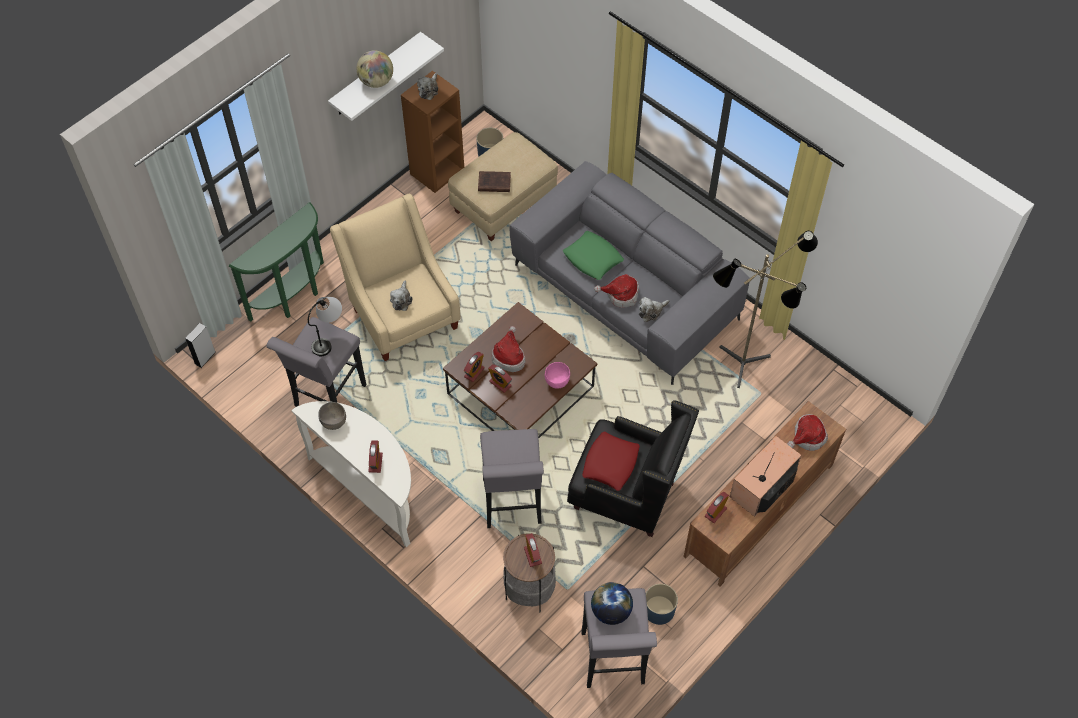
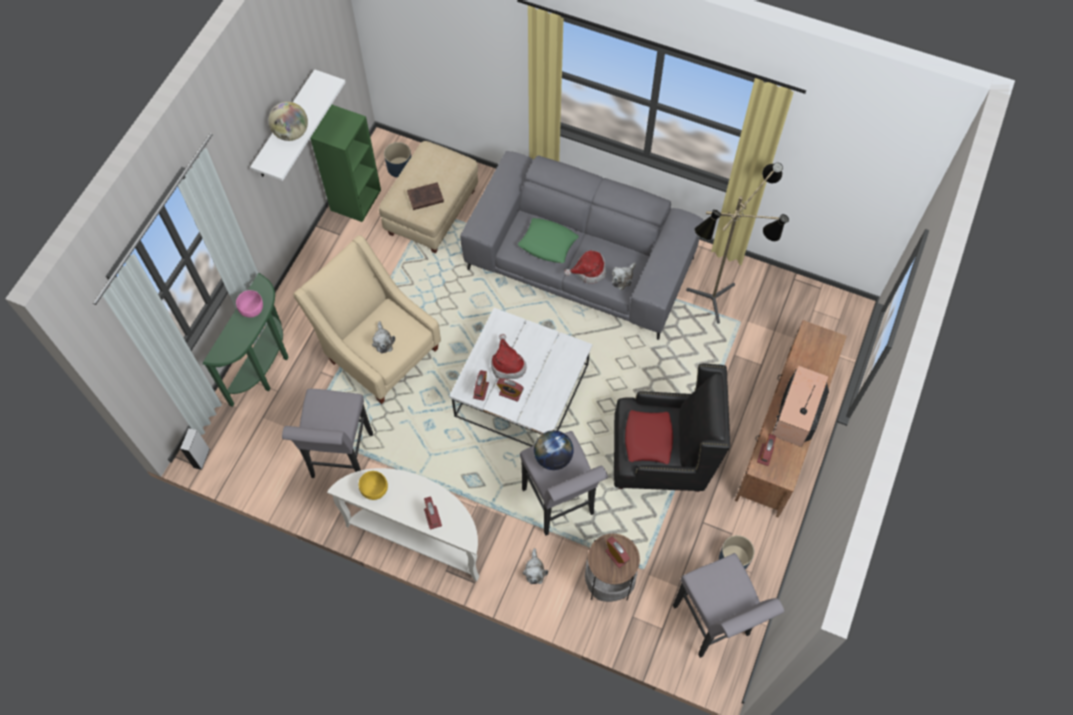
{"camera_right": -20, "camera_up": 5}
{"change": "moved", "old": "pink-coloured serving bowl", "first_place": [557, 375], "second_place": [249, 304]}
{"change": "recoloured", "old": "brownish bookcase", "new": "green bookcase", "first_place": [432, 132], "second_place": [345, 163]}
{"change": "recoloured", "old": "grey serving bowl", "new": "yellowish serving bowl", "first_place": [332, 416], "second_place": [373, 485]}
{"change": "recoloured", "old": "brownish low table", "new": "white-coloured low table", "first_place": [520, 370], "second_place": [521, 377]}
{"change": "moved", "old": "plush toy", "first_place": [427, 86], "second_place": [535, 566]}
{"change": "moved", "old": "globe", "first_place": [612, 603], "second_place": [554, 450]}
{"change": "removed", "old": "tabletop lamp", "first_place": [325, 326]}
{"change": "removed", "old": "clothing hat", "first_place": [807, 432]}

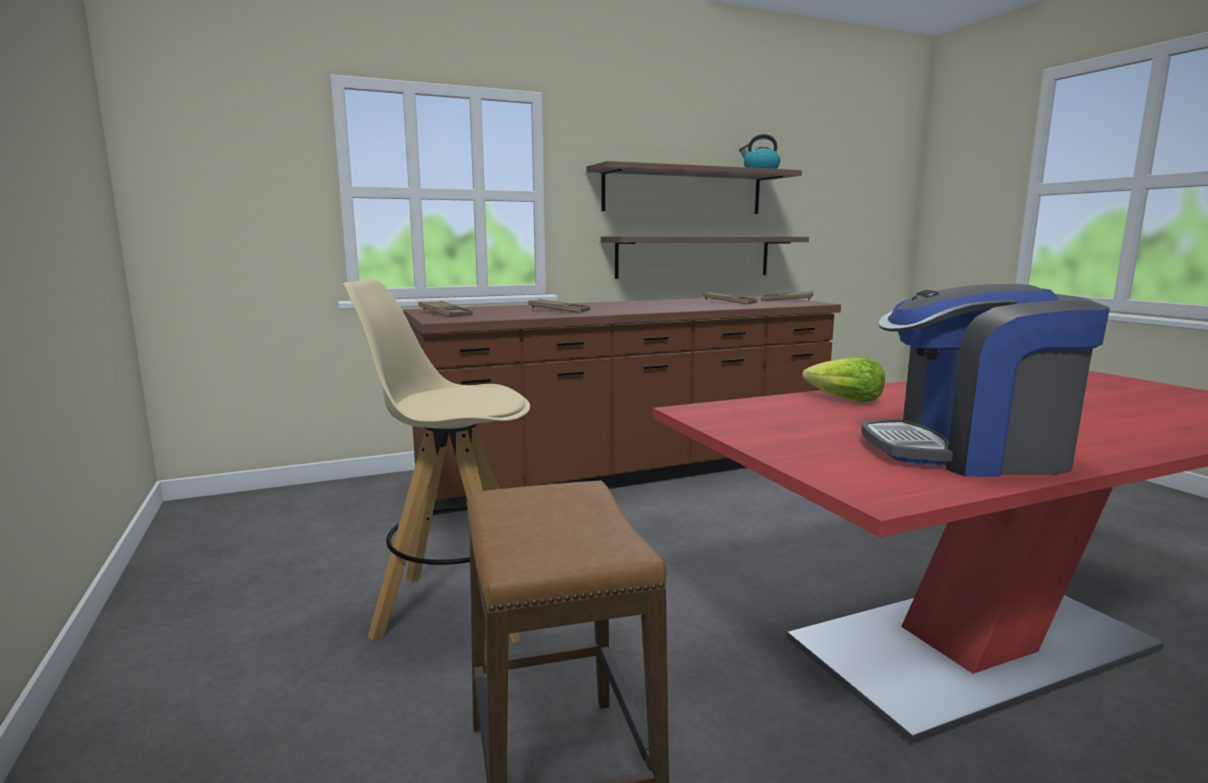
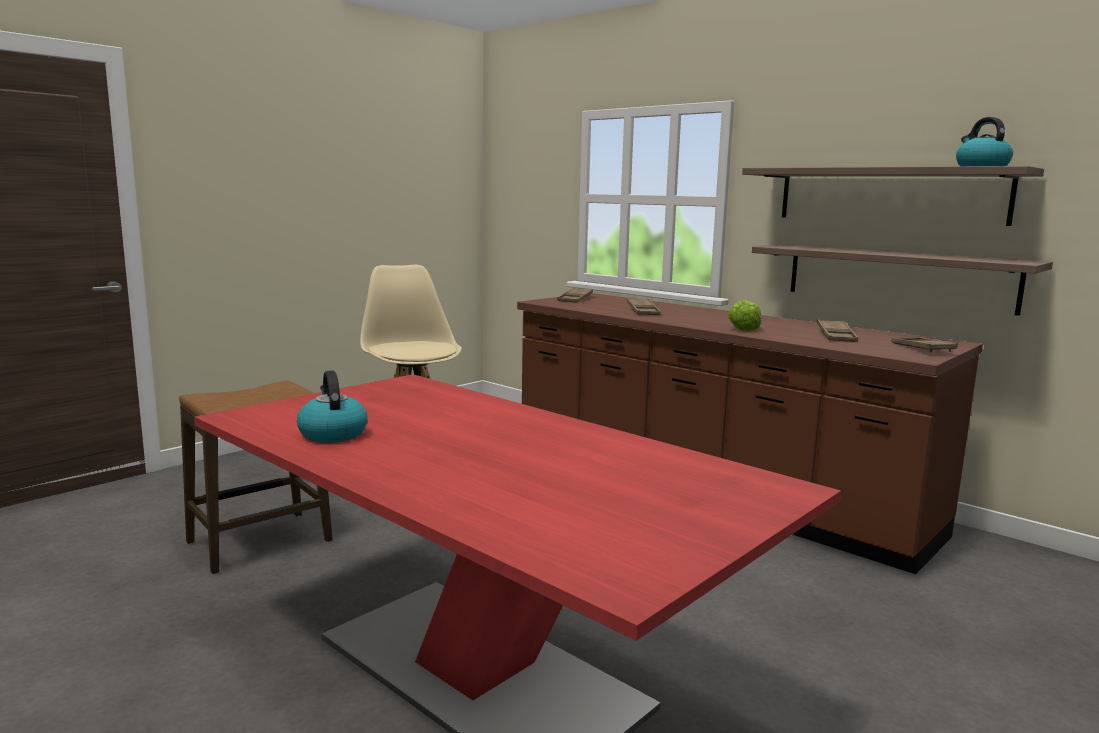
{"camera_right": 65, "camera_up": 0}
{"change": "replaced", "old": "coffee machine", "new": "kettle", "first_place": [985, 380], "second_place": [332, 407]}
{"change": "moved", "old": "lettuce head", "first_place": [843, 380], "second_place": [744, 316]}

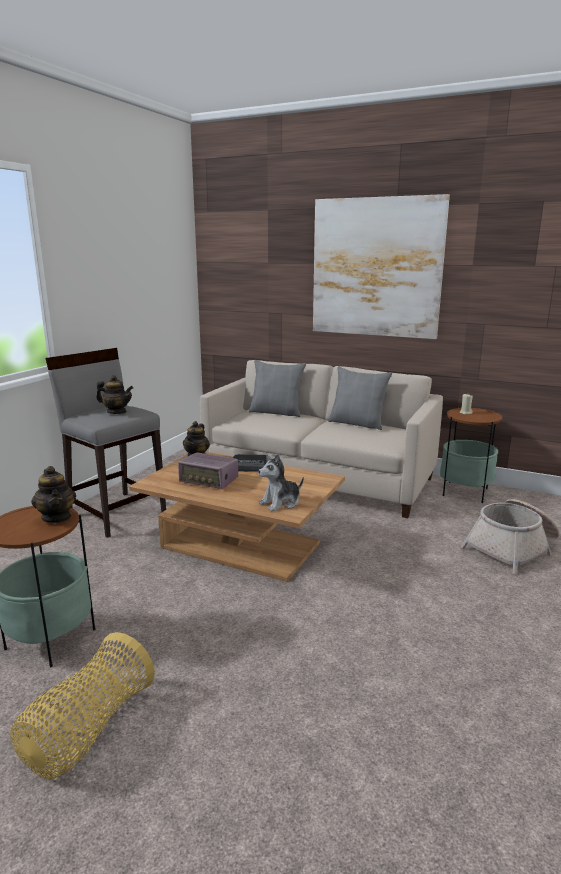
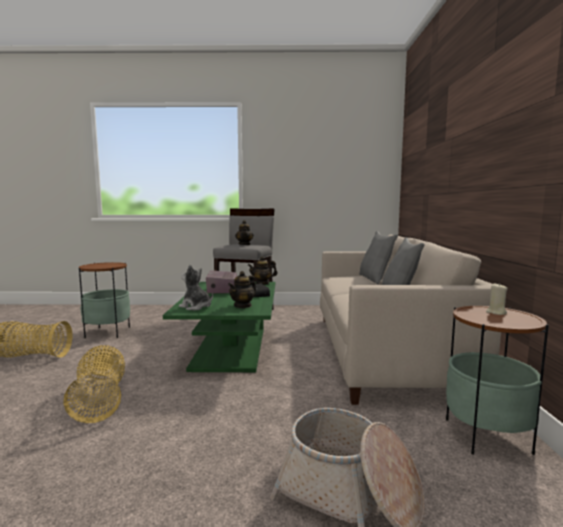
{"camera_right": 65, "camera_up": -10}
{"change": "added", "new": "storage basket", "second_place": [94, 384]}
{"change": "recoloured", "old": "brownish low table", "new": "green low table", "first_place": [237, 517], "second_place": [219, 327]}
{"change": "moved", "old": "pot for tea", "first_place": [53, 494], "second_place": [242, 289]}
{"change": "removed", "old": "wall picture", "first_place": [381, 266]}

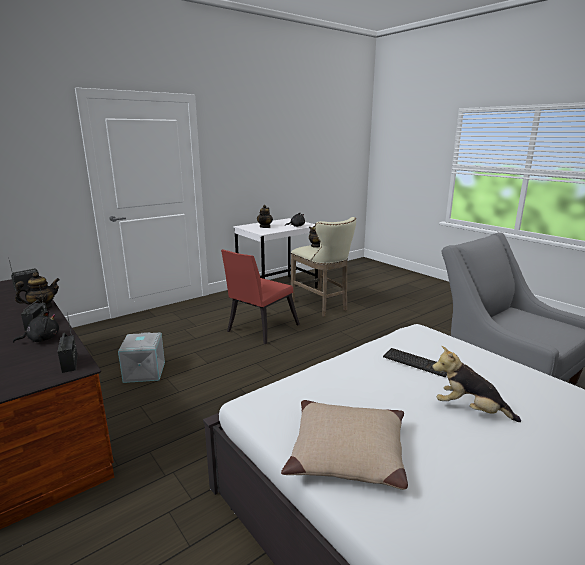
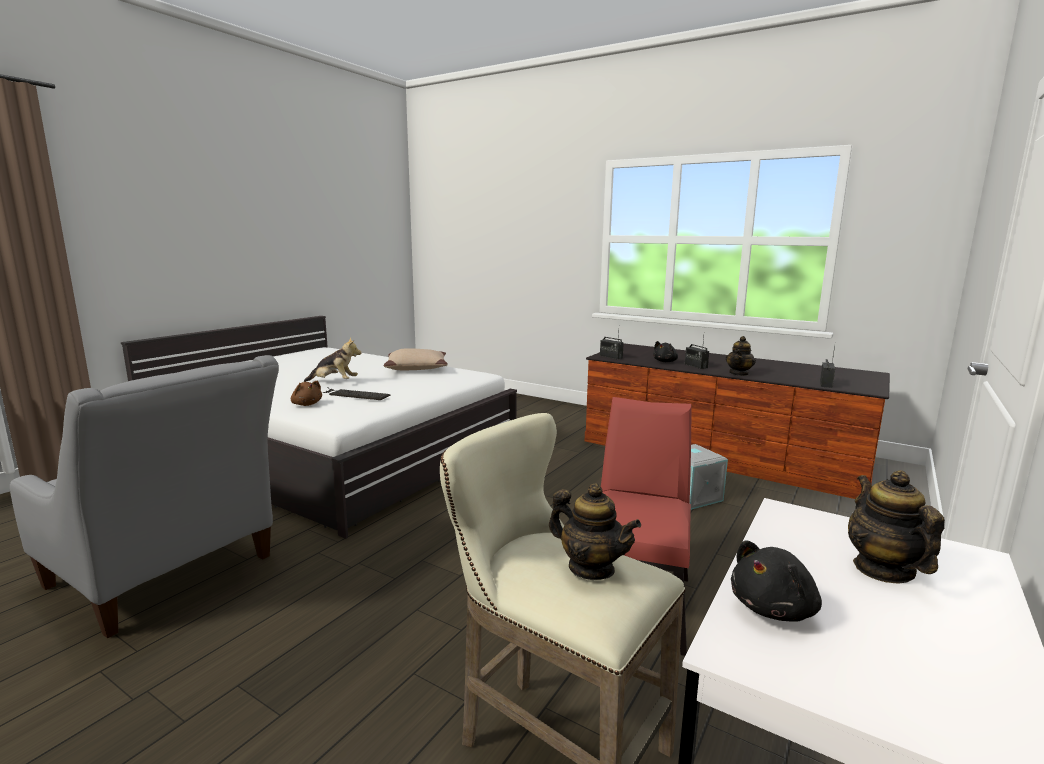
{"camera_right": 160, "camera_up": -5}
{"change": "added", "new": "brownish plush toy", "second_place": [306, 393]}

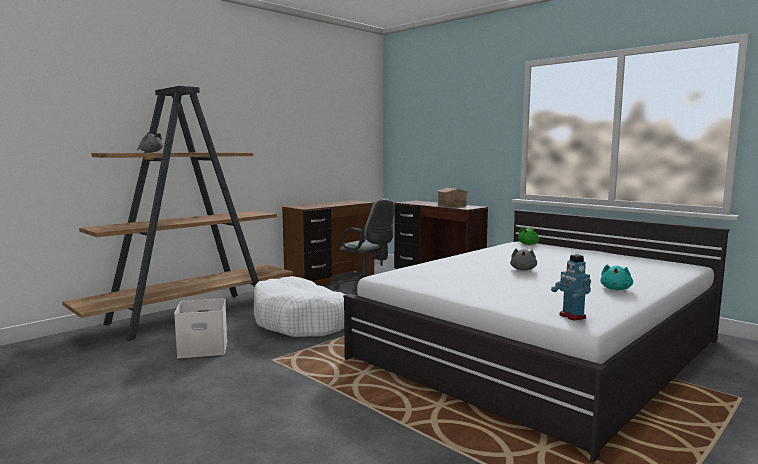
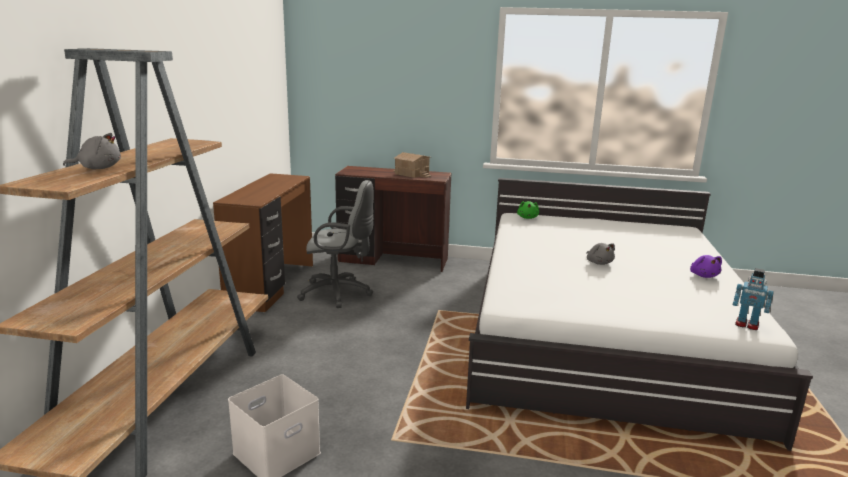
{"camera_right": -35, "camera_up": 10}
{"change": "recoloured", "old": "blue-green plush toy", "new": "purplish plush toy", "first_place": [616, 277], "second_place": [706, 266]}
{"change": "removed", "old": "white-coloured dog cushion", "first_place": [300, 306]}

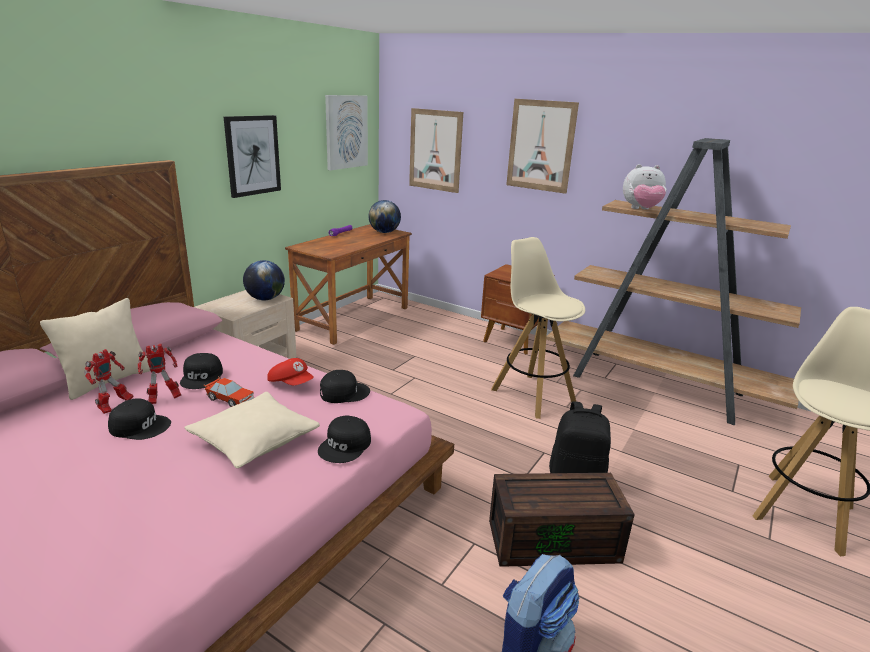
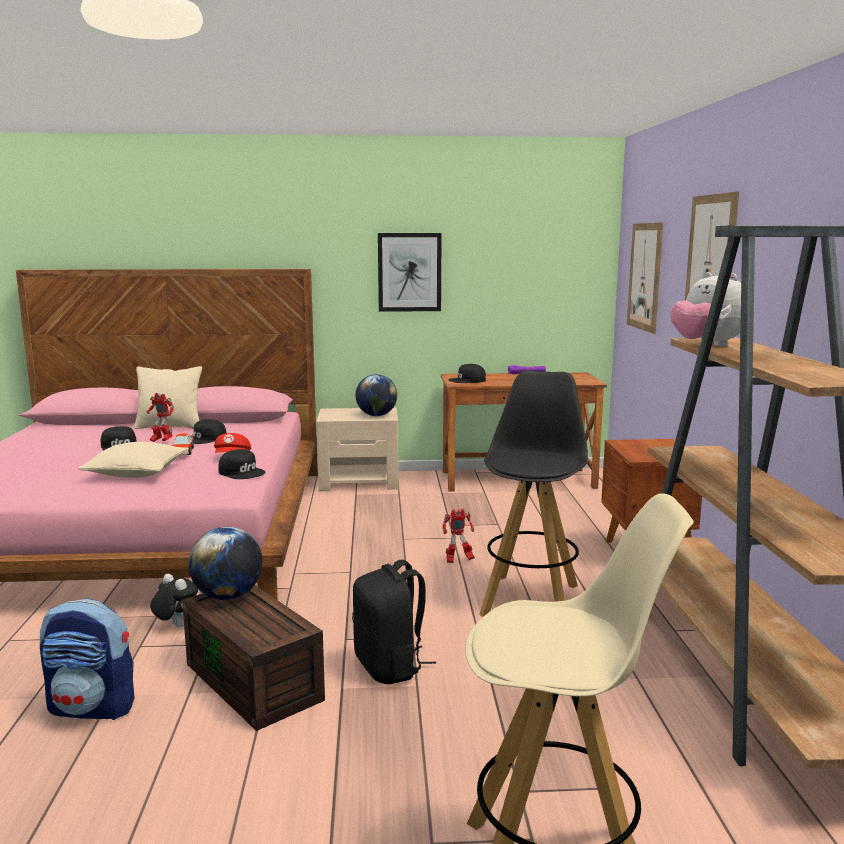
{"camera_right": 55, "camera_up": -10}
{"change": "added", "new": "plush toy", "second_place": [174, 600]}
{"change": "moved", "old": "globe", "first_place": [385, 216], "second_place": [225, 563]}
{"change": "moved", "old": "robot figure", "first_place": [109, 381], "second_place": [458, 536]}
{"change": "moved", "old": "black-coloured cap", "first_place": [344, 439], "second_place": [467, 373]}
{"change": "recoloured", "old": "beige-coloured sitting stool", "new": "black-coloured sitting stool", "first_place": [538, 328], "second_place": [533, 493]}
{"change": "removed", "old": "wall picture", "first_place": [346, 132]}

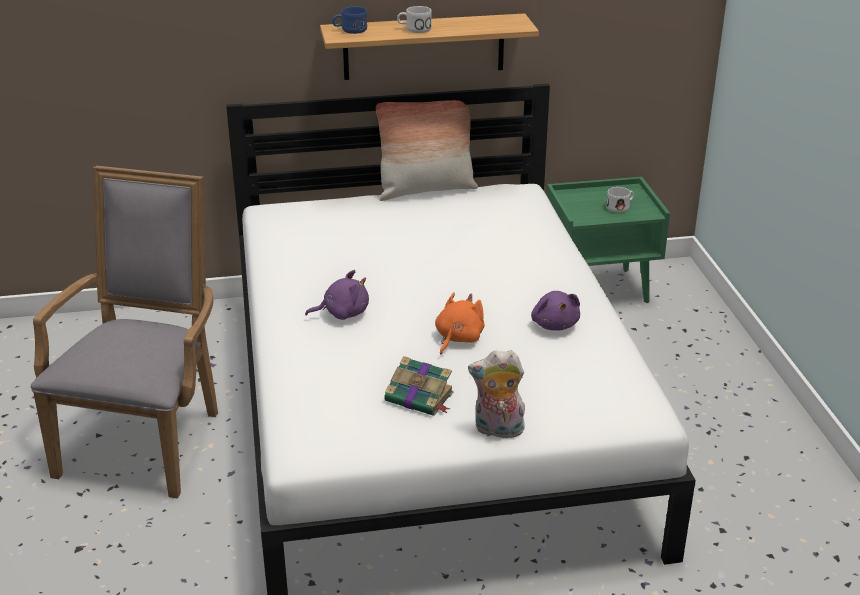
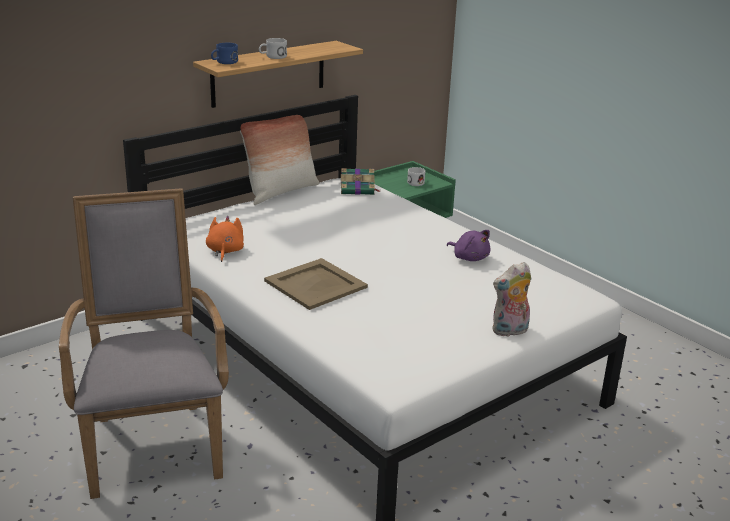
{"camera_right": -30, "camera_up": -5}
{"change": "moved", "old": "orangey plush toy", "first_place": [460, 323], "second_place": [225, 239]}
{"change": "replaced", "old": "purplish plush toy", "new": "beige-coloured serving tray", "first_place": [337, 295], "second_place": [316, 284]}
{"change": "moved", "old": "book", "first_place": [419, 386], "second_place": [361, 181]}

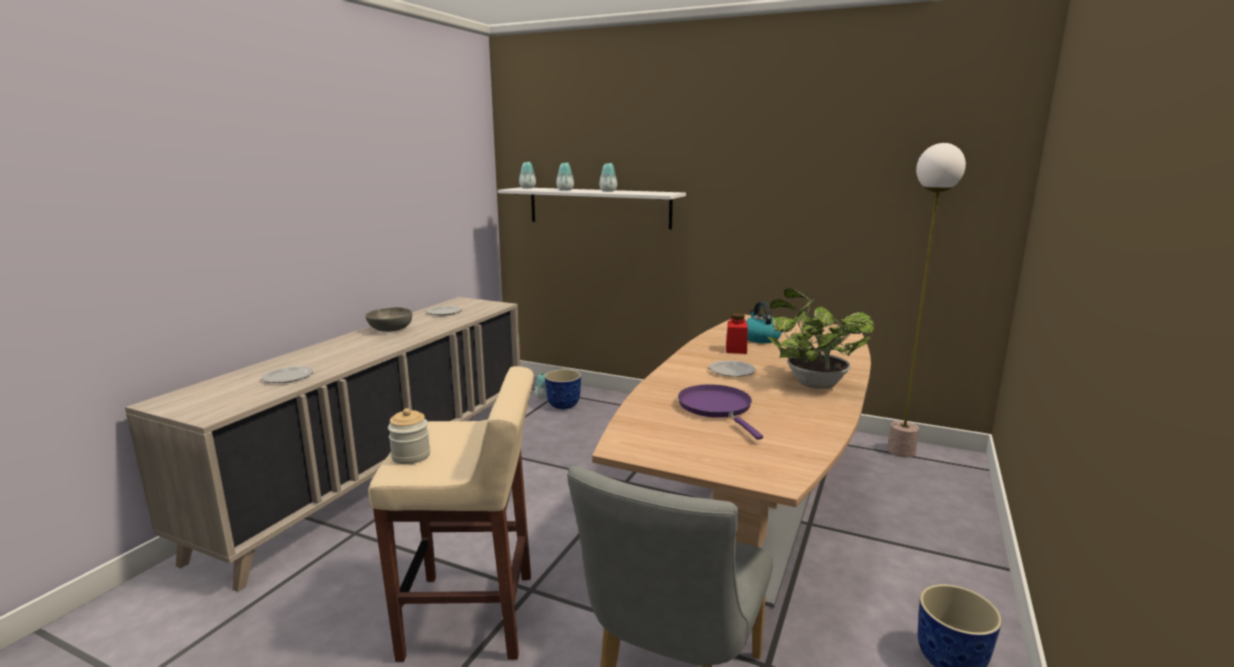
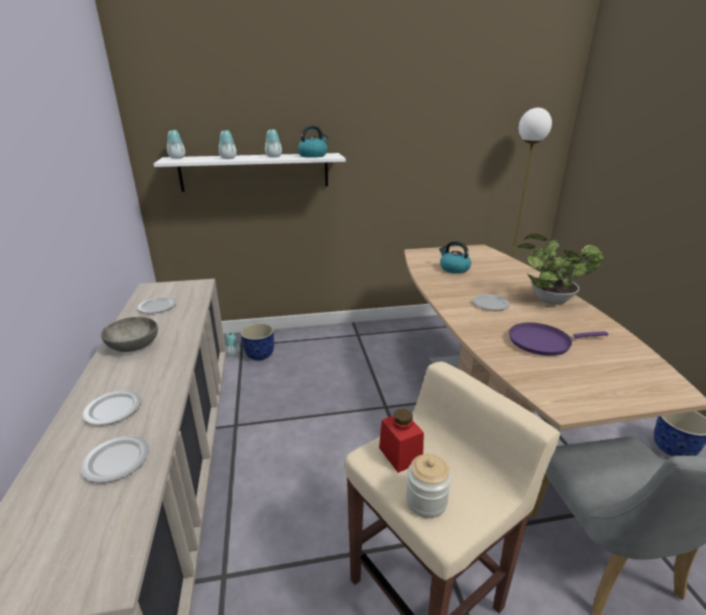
{"camera_right": -35, "camera_up": 10}
{"change": "added", "new": "flat dish", "second_place": [112, 407]}
{"change": "added", "new": "kettle", "second_place": [312, 141]}
{"change": "moved", "old": "red storage jar", "first_place": [737, 333], "second_place": [401, 441]}
{"change": "turned", "old": "purplish skillet", "first_place": [720, 412], "second_place": [558, 339], "degrees": -45}

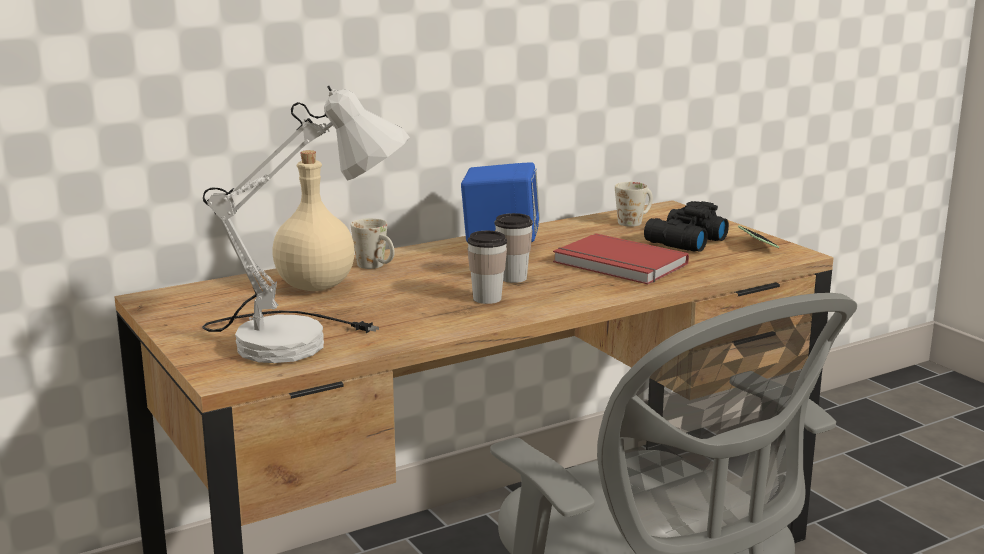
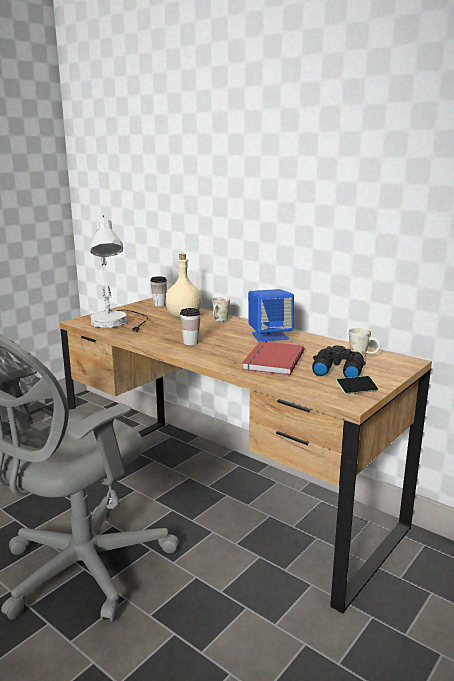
{"camera_right": 70, "camera_up": 0}
{"change": "moved", "old": "small cup", "first_place": [513, 248], "second_place": [158, 291]}

